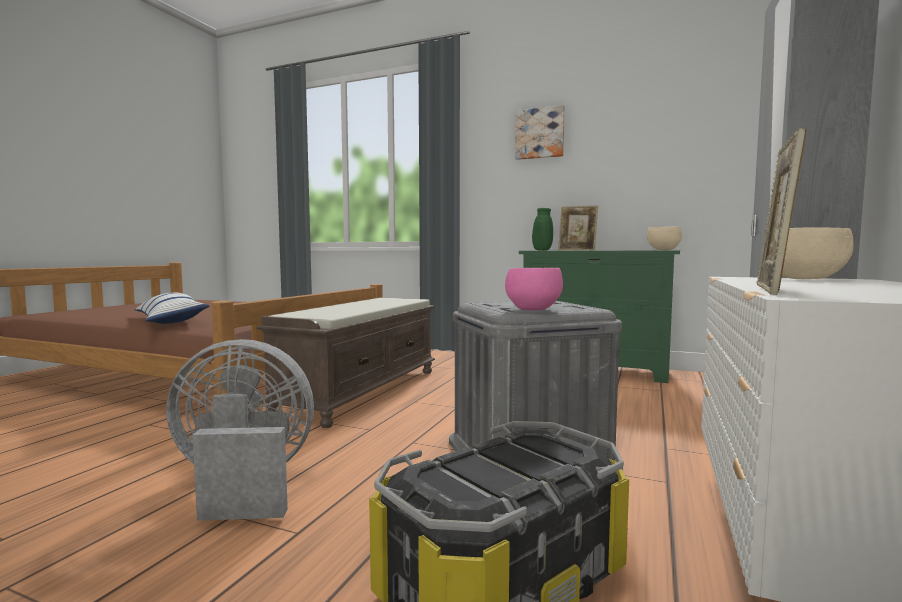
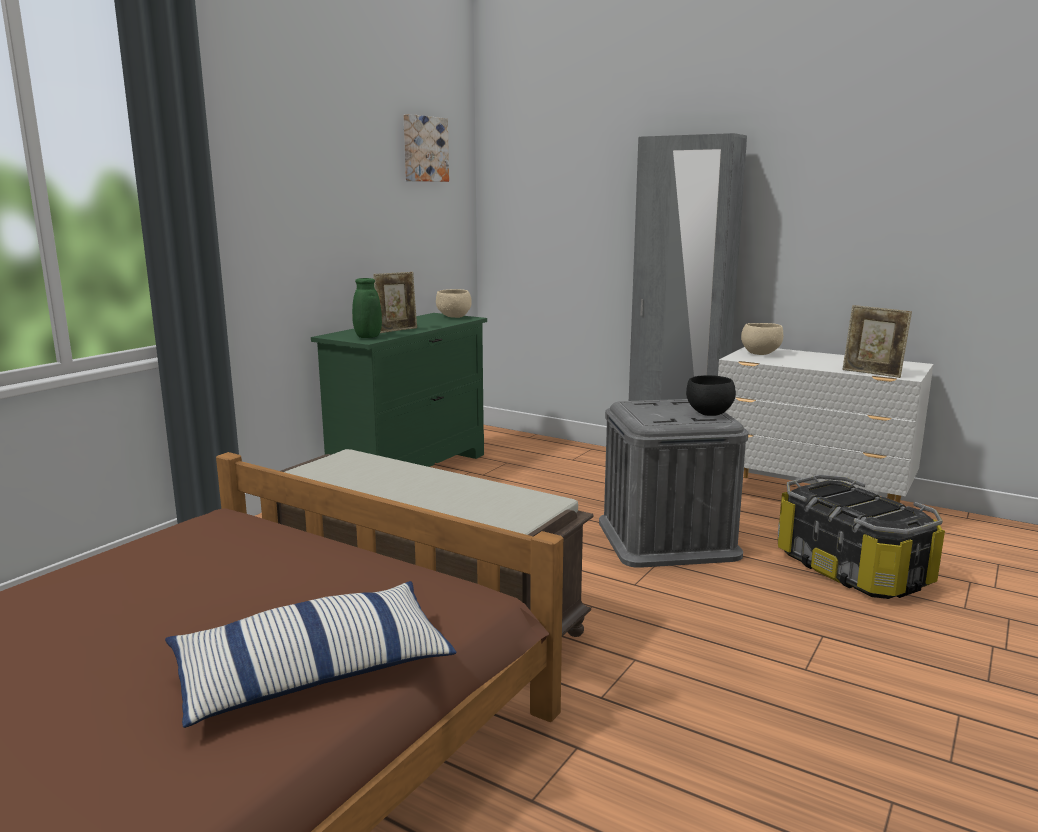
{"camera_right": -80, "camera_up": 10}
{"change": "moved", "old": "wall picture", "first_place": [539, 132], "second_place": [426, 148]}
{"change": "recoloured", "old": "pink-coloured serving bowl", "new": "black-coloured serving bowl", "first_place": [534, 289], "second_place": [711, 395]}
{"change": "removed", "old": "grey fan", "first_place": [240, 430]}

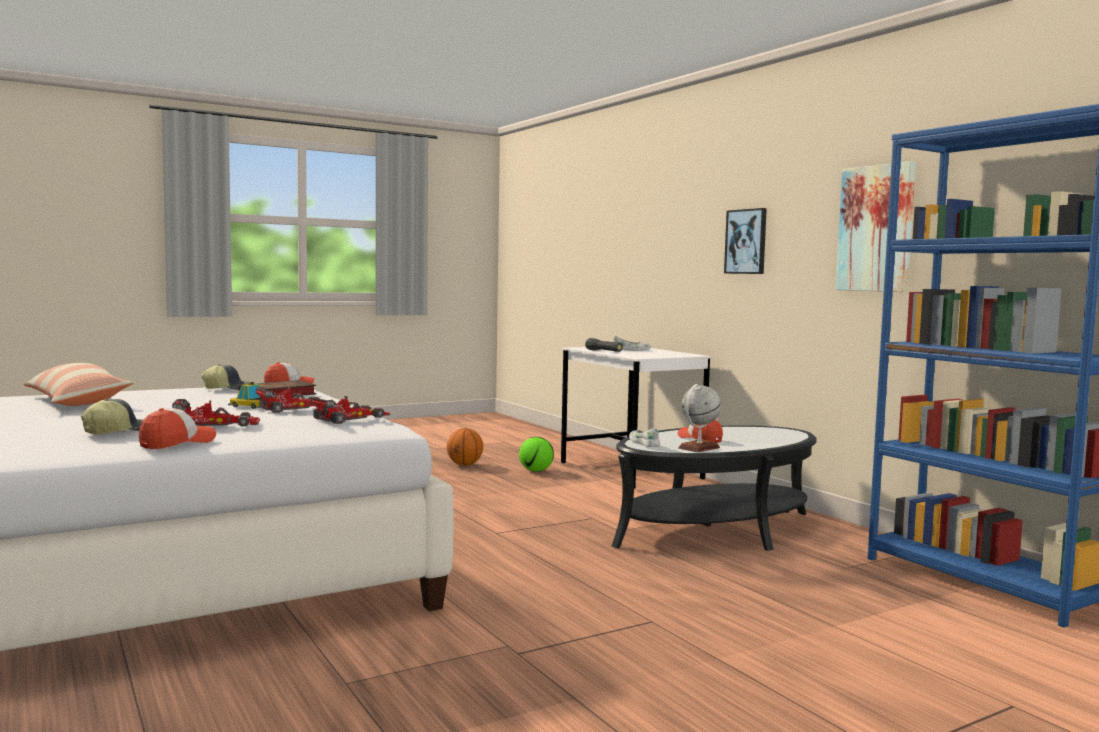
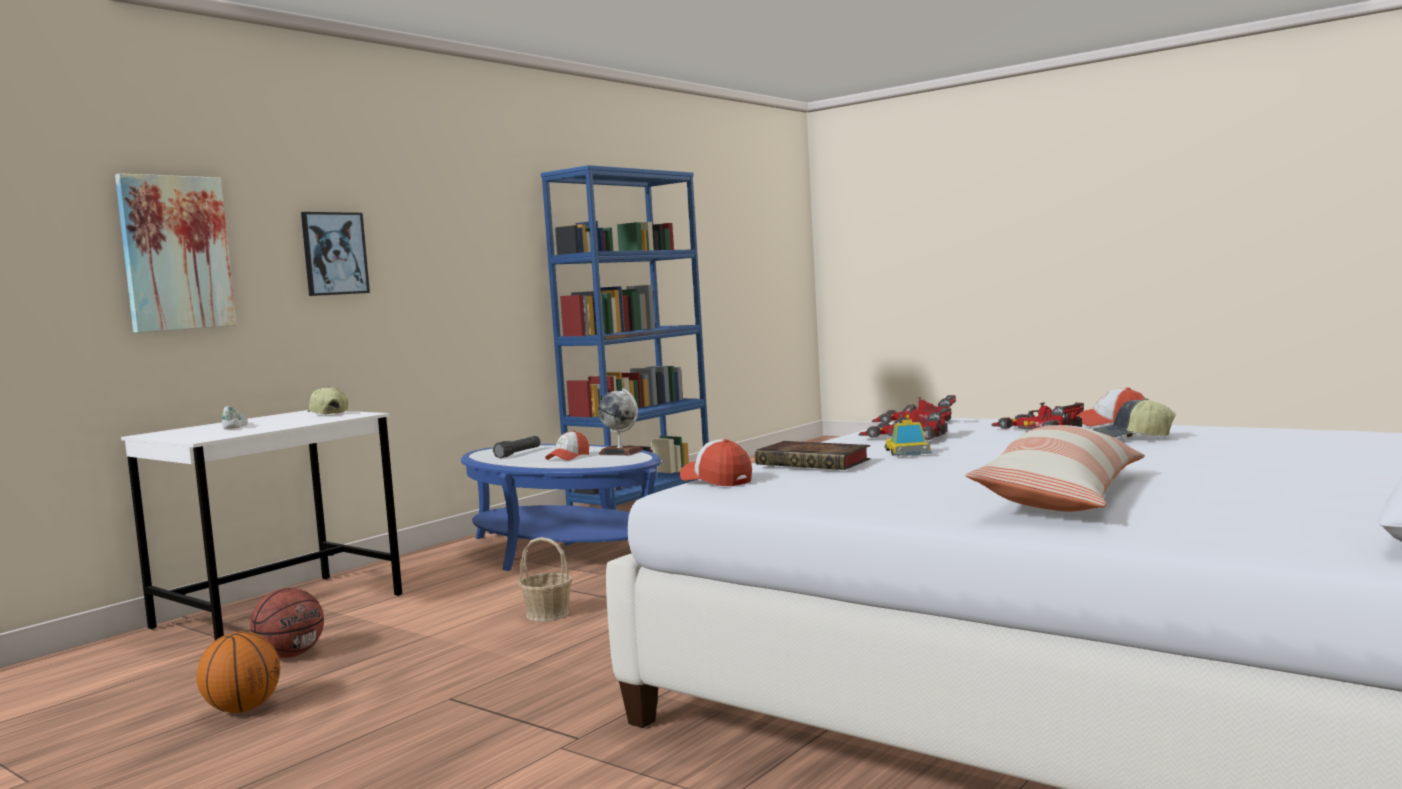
{"camera_right": -110, "camera_up": 0}
{"change": "moved", "old": "wall picture", "first_place": [876, 226], "second_place": [175, 253]}
{"change": "replaced", "old": "ball for football", "new": "basketball ball", "first_place": [536, 454], "second_place": [287, 623]}
{"change": "moved", "old": "cap", "first_place": [224, 377], "second_place": [328, 400]}
{"change": "recoloured", "old": "black-coloured low table", "new": "blue-coloured low table", "first_place": [714, 488], "second_place": [561, 507]}
{"change": "moved", "old": "black-coloured flashlight", "first_place": [604, 345], "second_place": [516, 447]}
{"change": "added", "new": "storage basket", "second_place": [545, 579]}
{"change": "removed", "old": "white-coloured shoe", "first_place": [644, 437]}

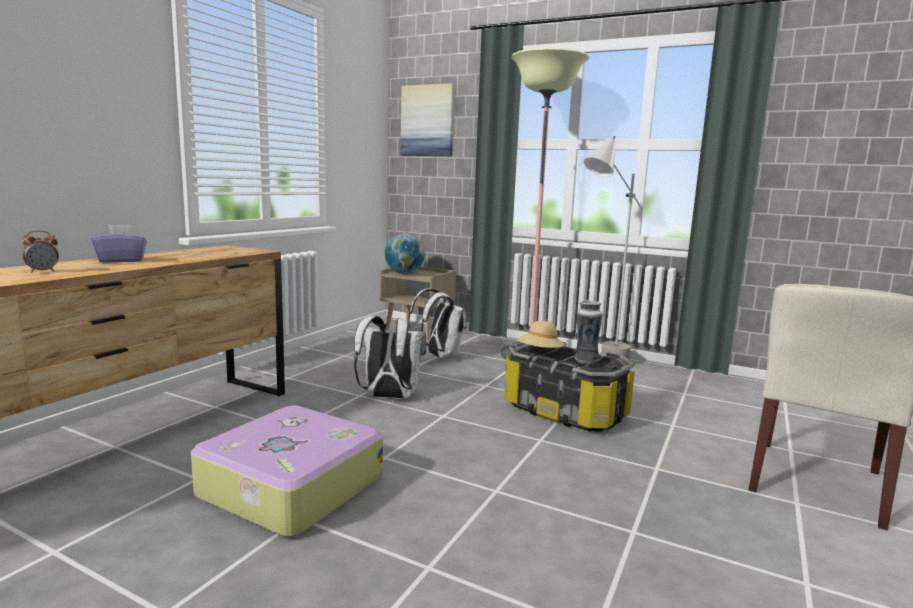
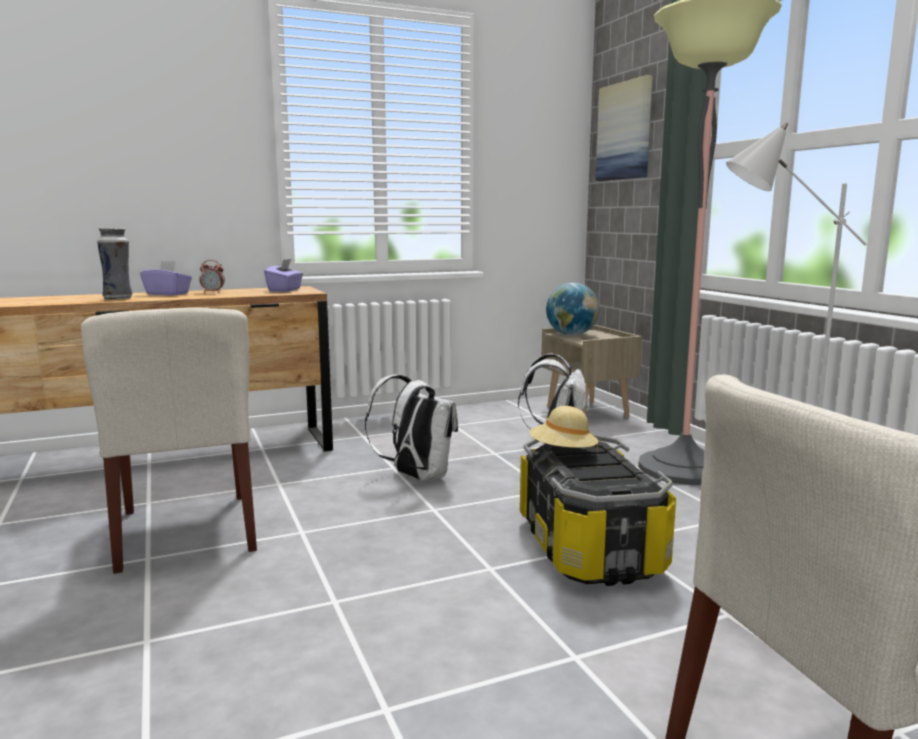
{"camera_right": 40, "camera_up": 0}
{"change": "replaced", "old": "piece of luggage", "new": "beige-coloured chair", "first_place": [287, 471], "second_place": [169, 441]}
{"change": "moved", "old": "vase", "first_place": [588, 332], "second_place": [114, 264]}
{"change": "moved", "old": "bedside clock", "first_place": [40, 251], "second_place": [212, 276]}
{"change": "added", "new": "purplish tissue box", "second_place": [283, 275]}

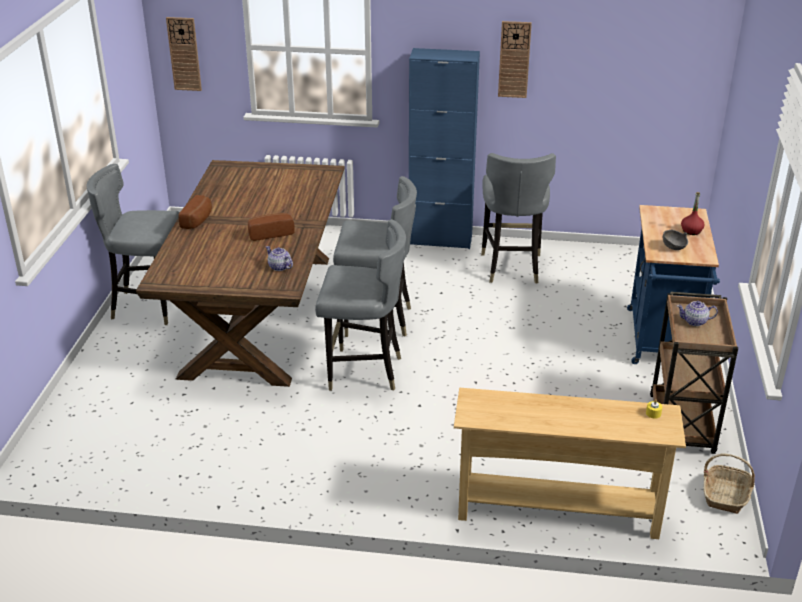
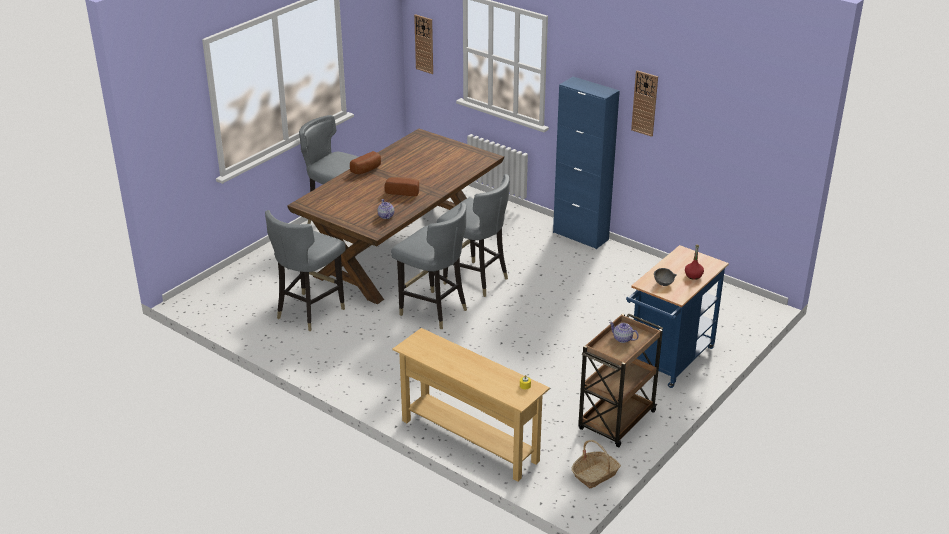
{"camera_right": 30, "camera_up": 0}
{"change": "moved", "old": "grey chair", "first_place": [518, 218], "second_place": [305, 270]}

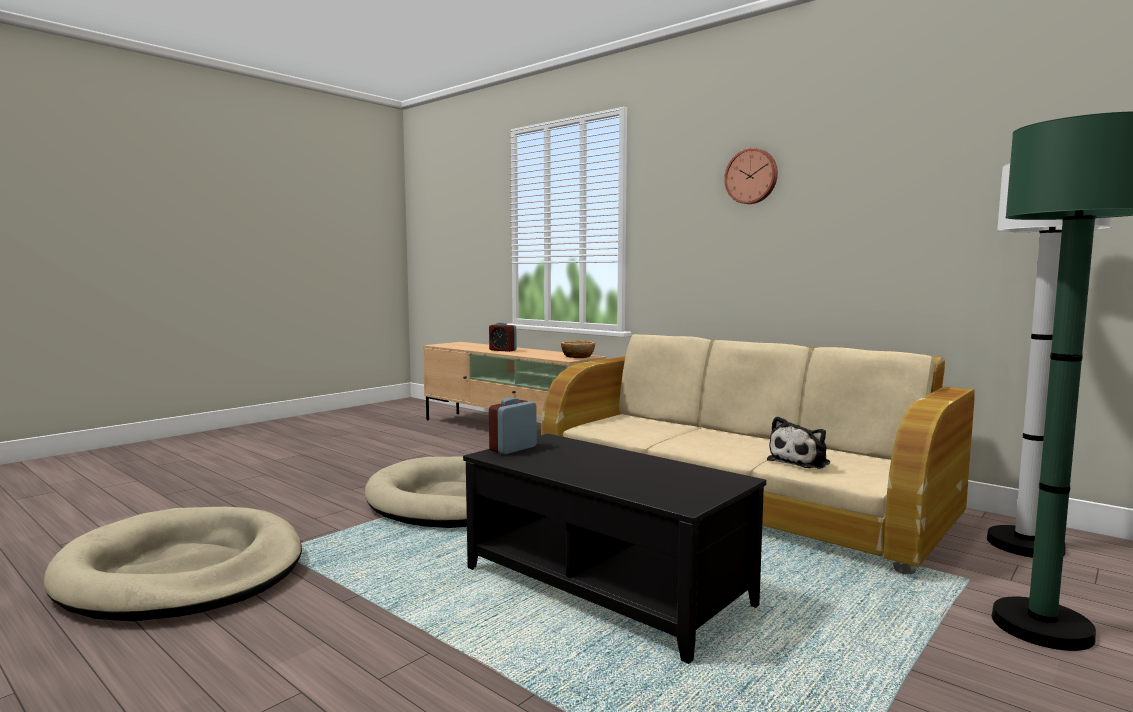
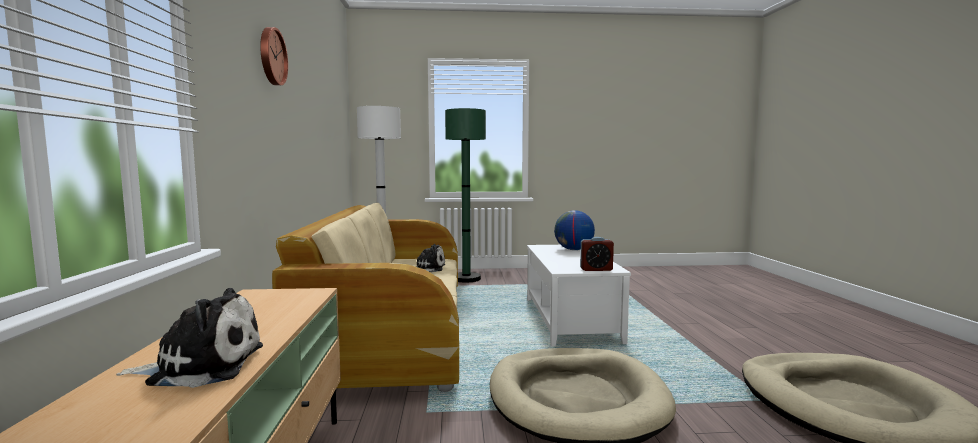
{"camera_right": -135, "camera_up": 0}
{"change": "replaced", "old": "bedside clock", "new": "plush toy", "first_place": [503, 337], "second_place": [189, 338]}
{"change": "recoloured", "old": "black-coloured low table", "new": "white-coloured low table", "first_place": [614, 549], "second_place": [579, 295]}
{"change": "added", "new": "globe", "second_place": [574, 230]}
{"change": "removed", "old": "serving bowl", "first_place": [578, 349]}

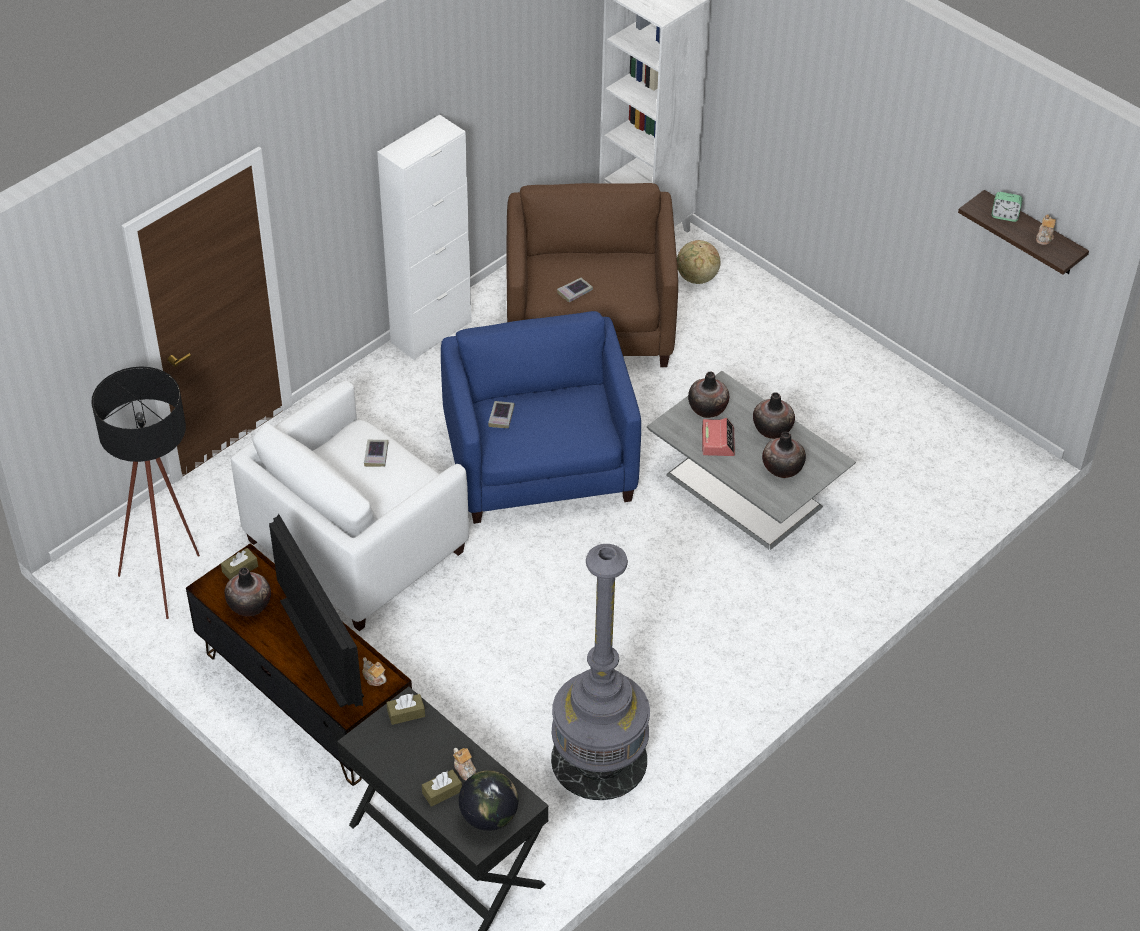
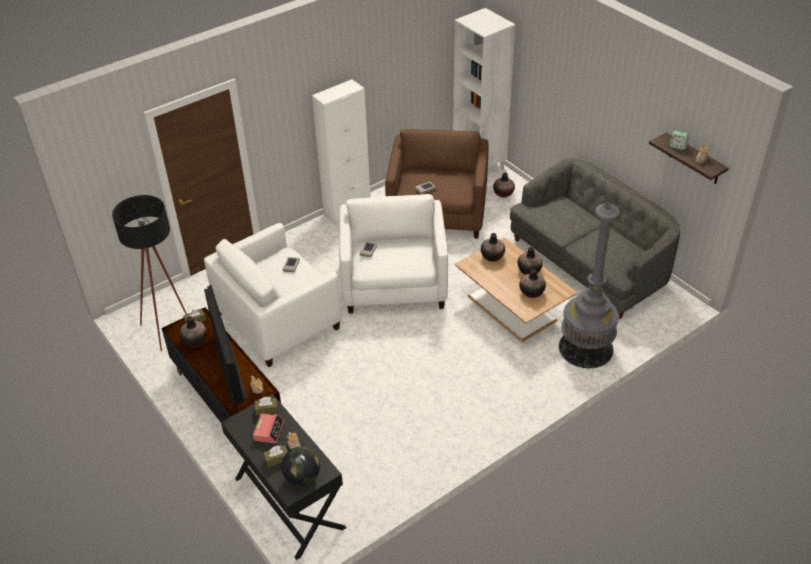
{"camera_right": 10, "camera_up": -5}
{"change": "moved", "old": "bedside clock", "first_place": [718, 437], "second_place": [268, 428]}
{"change": "recoloured", "old": "blue-coloured lounge chair", "new": "white-coloured lounge chair", "first_place": [541, 417], "second_place": [393, 254]}
{"change": "recoloured", "old": "grey low table", "new": "brownish low table", "first_place": [751, 460], "second_place": [516, 289]}
{"change": "replaced", "old": "globe", "new": "vase", "first_place": [698, 262], "second_place": [504, 185]}
{"change": "added", "new": "grey sofa", "second_place": [595, 238]}
{"change": "moved", "old": "grey floor lamp", "first_place": [600, 672], "second_place": [589, 285]}

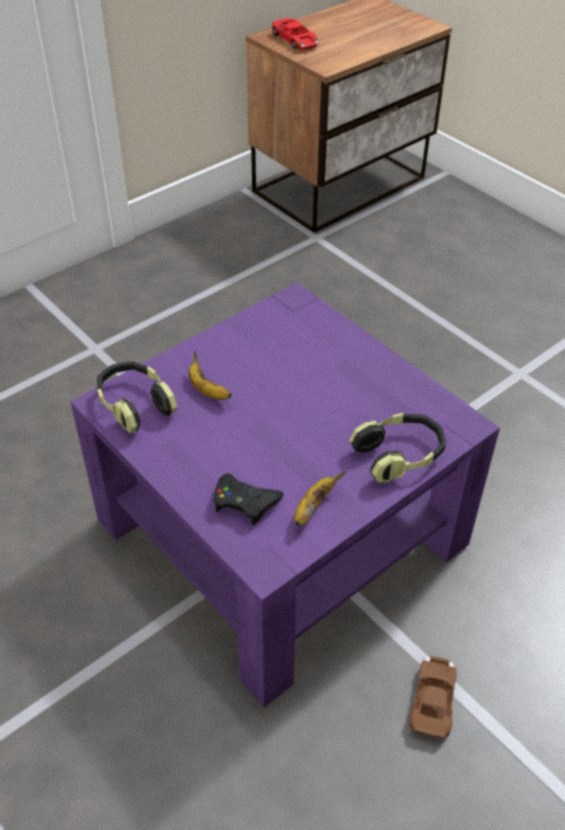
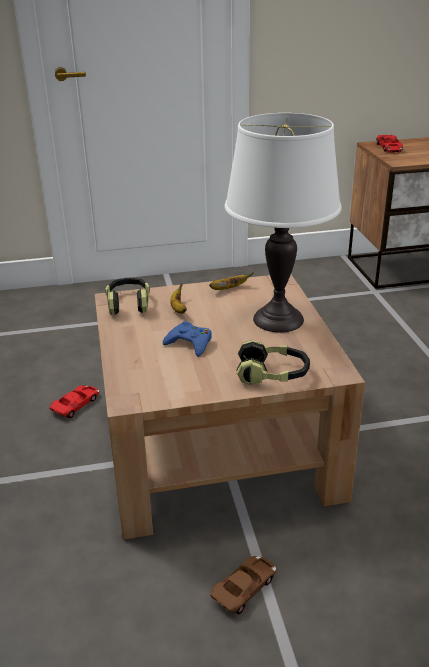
{"camera_right": 30, "camera_up": -15}
{"change": "added", "new": "red toy car", "second_place": [74, 401]}
{"change": "recoloured", "old": "purplish low table", "new": "brownish low table", "first_place": [285, 495], "second_place": [230, 407]}
{"change": "added", "new": "blue-coloured joypad", "second_place": [187, 339]}
{"change": "moved", "old": "whole banana", "first_place": [320, 498], "second_place": [231, 281]}
{"change": "added", "new": "white-coloured tabletop lamp", "second_place": [283, 223]}
{"change": "removed", "old": "black-coloured joypad", "first_place": [249, 499]}

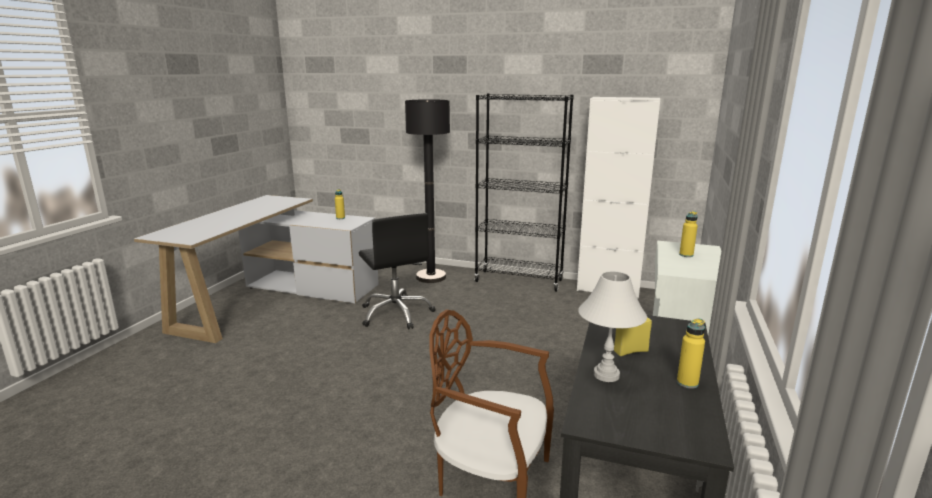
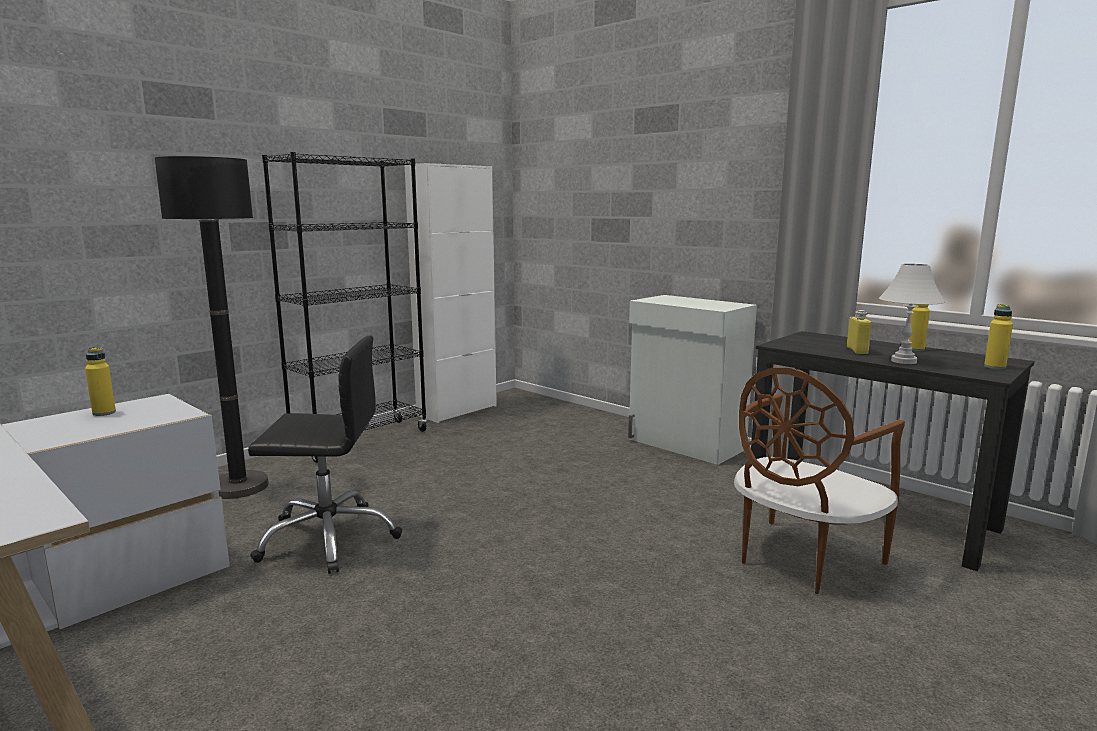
{"camera_right": -65, "camera_up": -5}
{"change": "moved", "old": "yellowish beverage bottle", "first_place": [688, 234], "second_place": [998, 336]}

